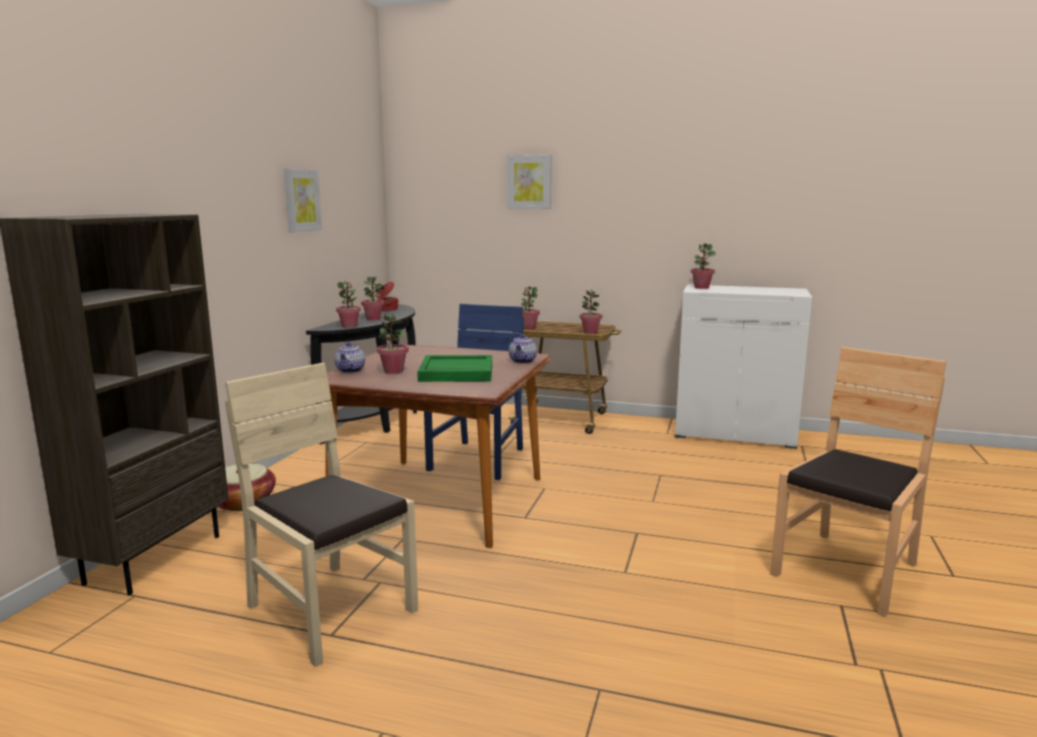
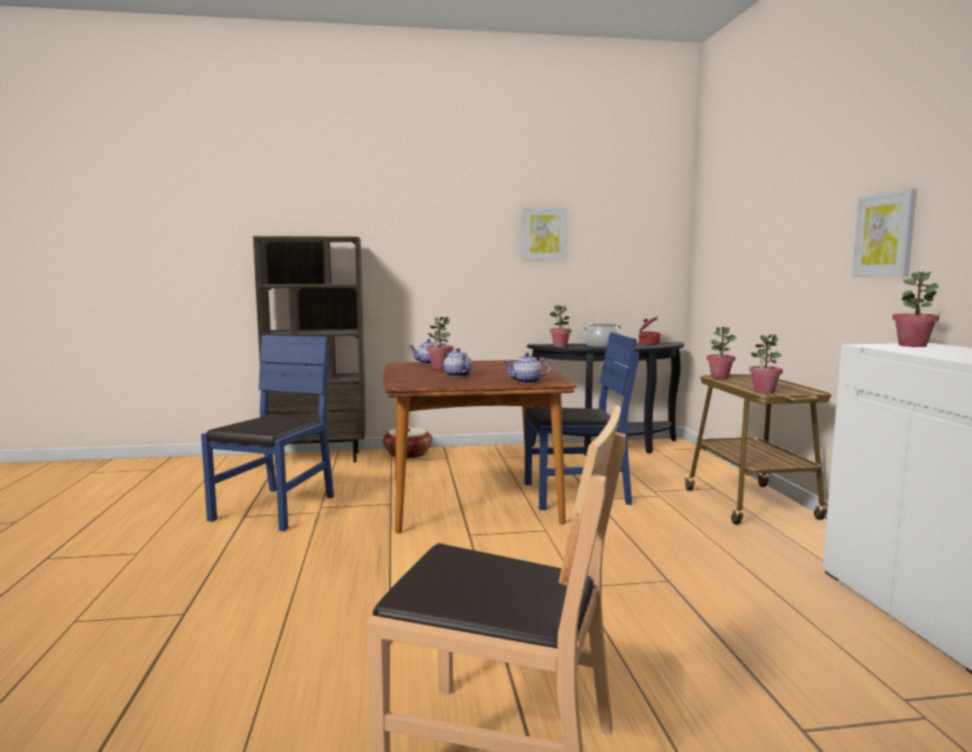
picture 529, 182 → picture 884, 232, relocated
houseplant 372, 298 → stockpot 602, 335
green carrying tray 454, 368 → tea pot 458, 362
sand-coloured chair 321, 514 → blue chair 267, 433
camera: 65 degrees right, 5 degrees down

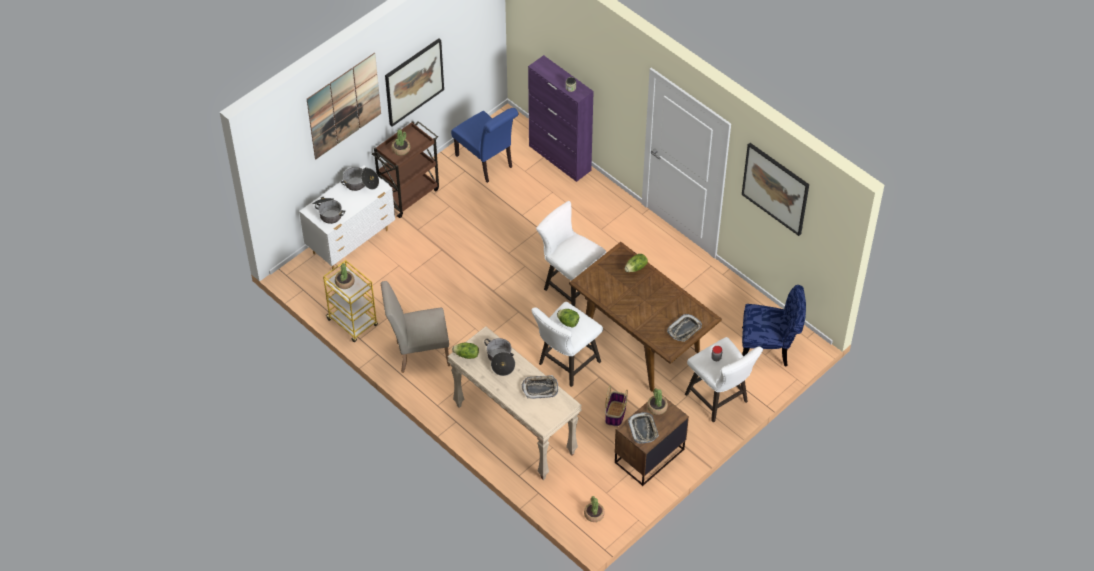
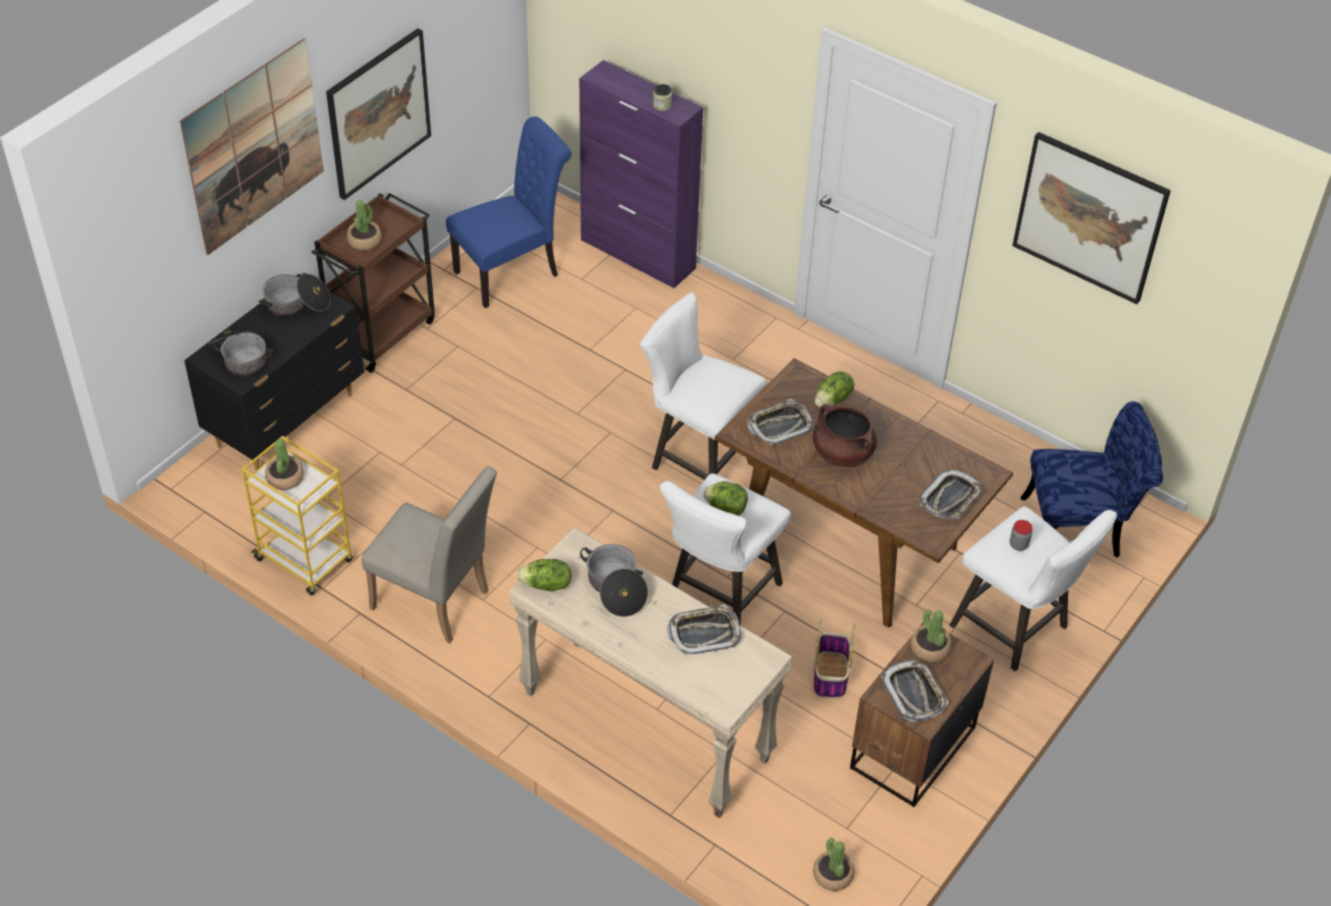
blue chair 485, 145 → blue chair 509, 212, 75 degrees counterclockwise
white chest of drawers 347, 218 → black-coloured chest of drawers 274, 372
sand-coloured chair 415, 327 → sand-coloured chair 429, 554, 135 degrees counterclockwise
- → carrying tray 781, 422
- → brown stockpot 845, 435
camera: 10 degrees left, 5 degrees down

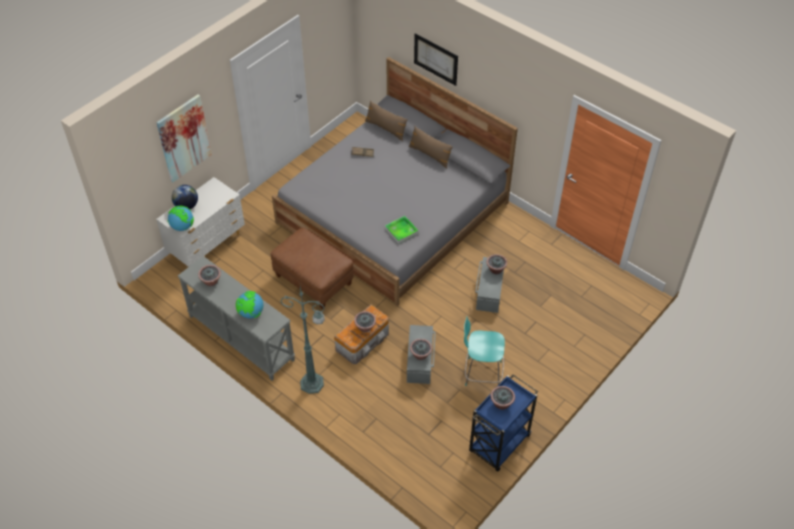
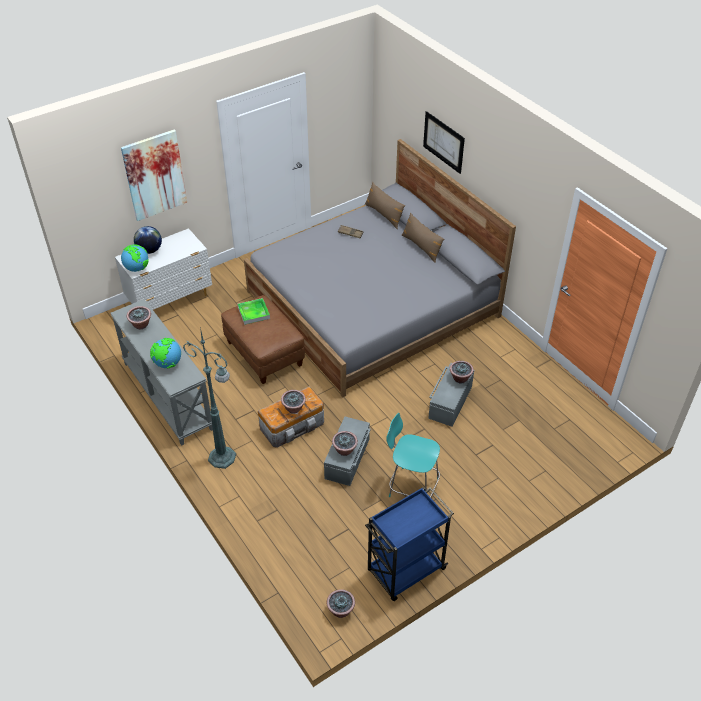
carrying tray 402, 230 → carrying tray 254, 311, relocated
houseplant 503, 398 → houseplant 341, 603, relocated
camera: 15 degrees right, 5 degrees down

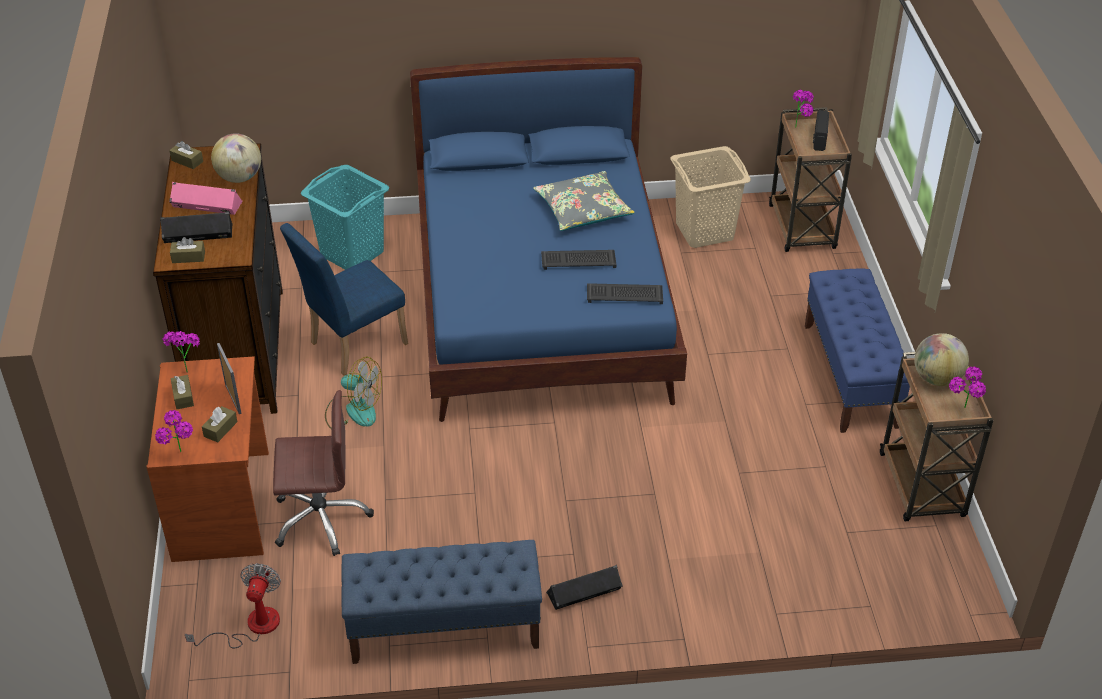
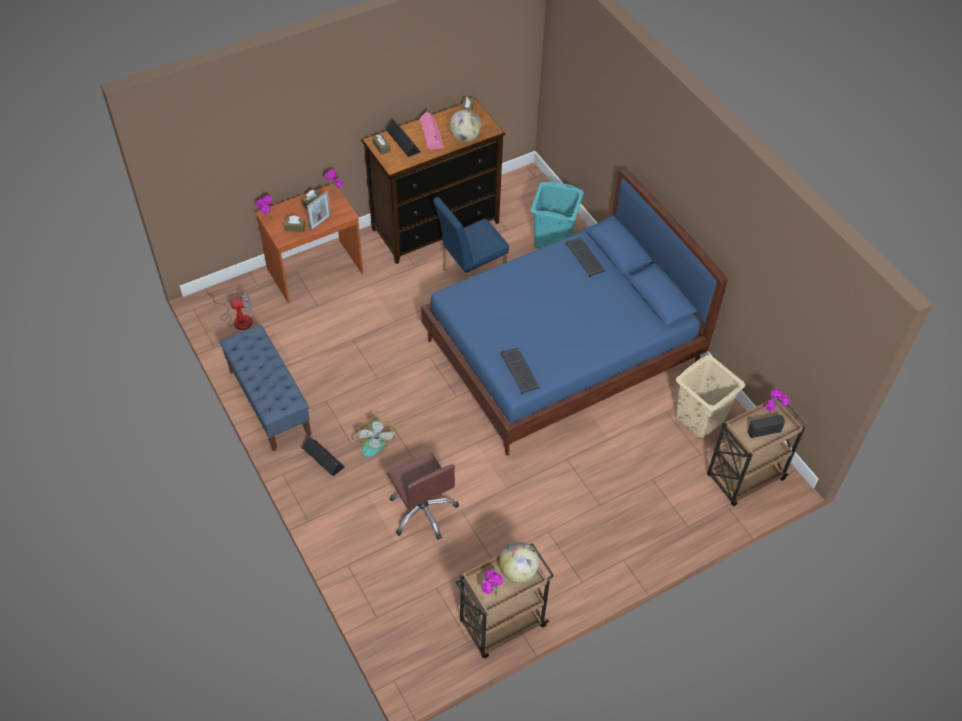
gray pillow 584, 201 → -
blue chair 344, 299 → blue chair 471, 238, 60 degrees counterclockwise
keyboard 579, 260 → keyboard 585, 257, relocated
blue long seat 857, 350 → -
fan 353, 393 → fan 373, 437, relocated
brown office chair 323, 473 → brown office chair 423, 496, relocated
camera: 65 degrees right, 10 degrees up

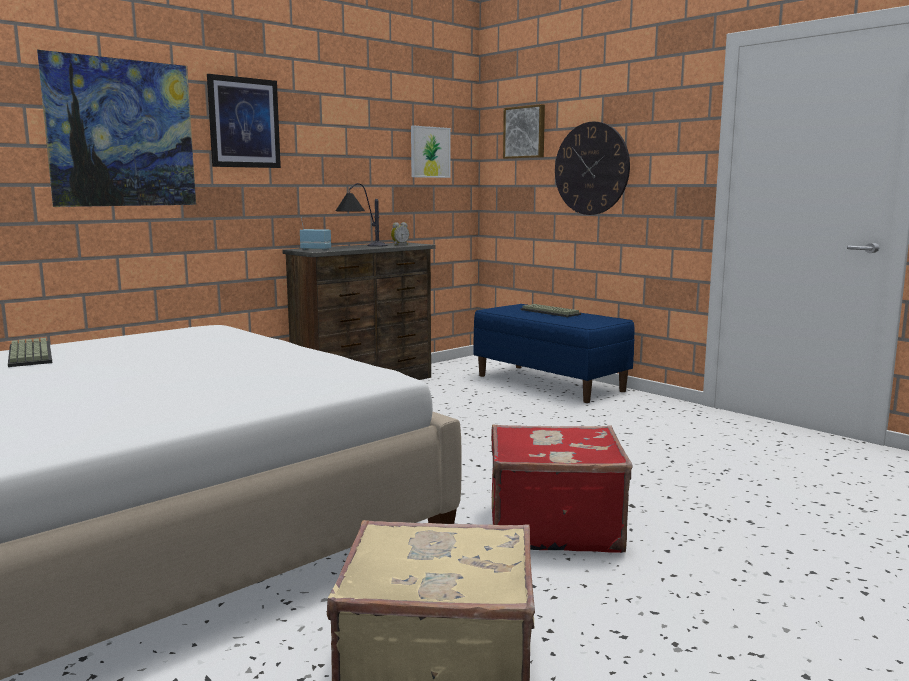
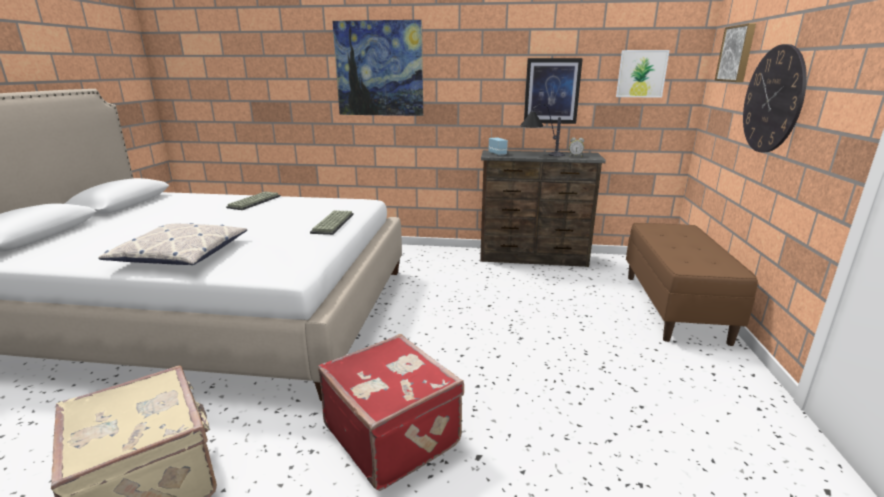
picture 244, 121 → picture 553, 91, relocated
blue long seat 554, 353 → brown long seat 692, 284
keyboard 550, 310 → keyboard 332, 222, relocated
- → pillow 172, 244
camera: 50 degrees right, 10 degrees up

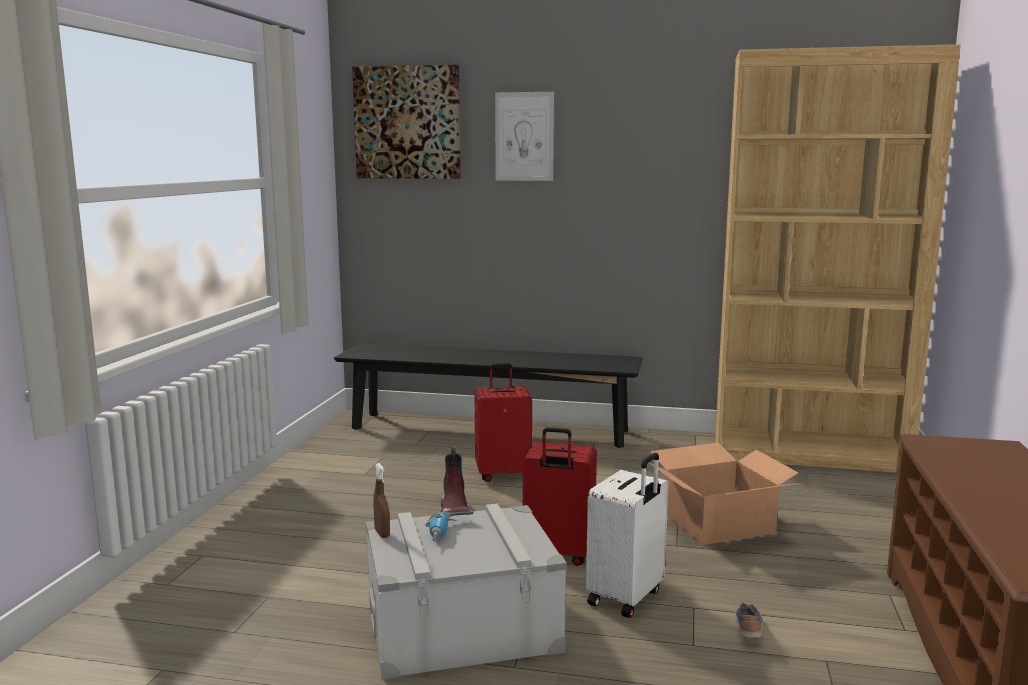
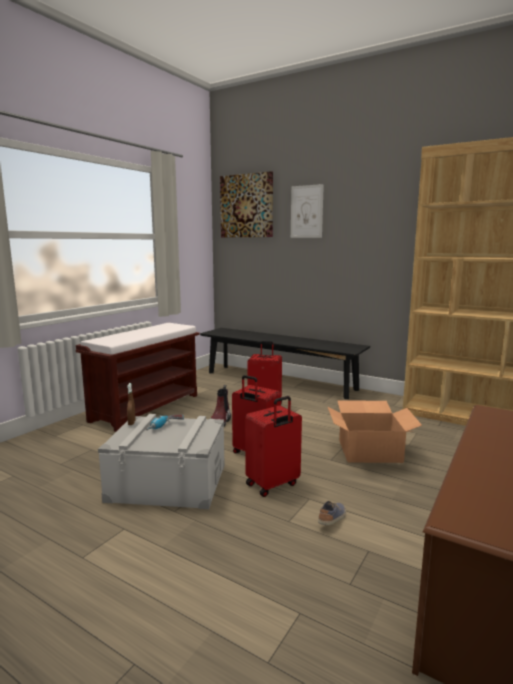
white suitcase 627, 535 → red-coloured suitcase 273, 446
- → brown long seat 138, 377
camera: 20 degrees right, 0 degrees up

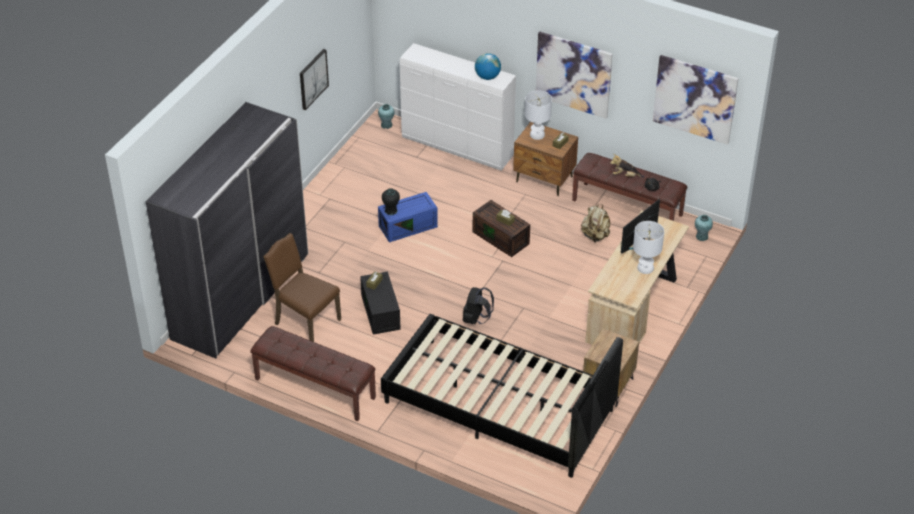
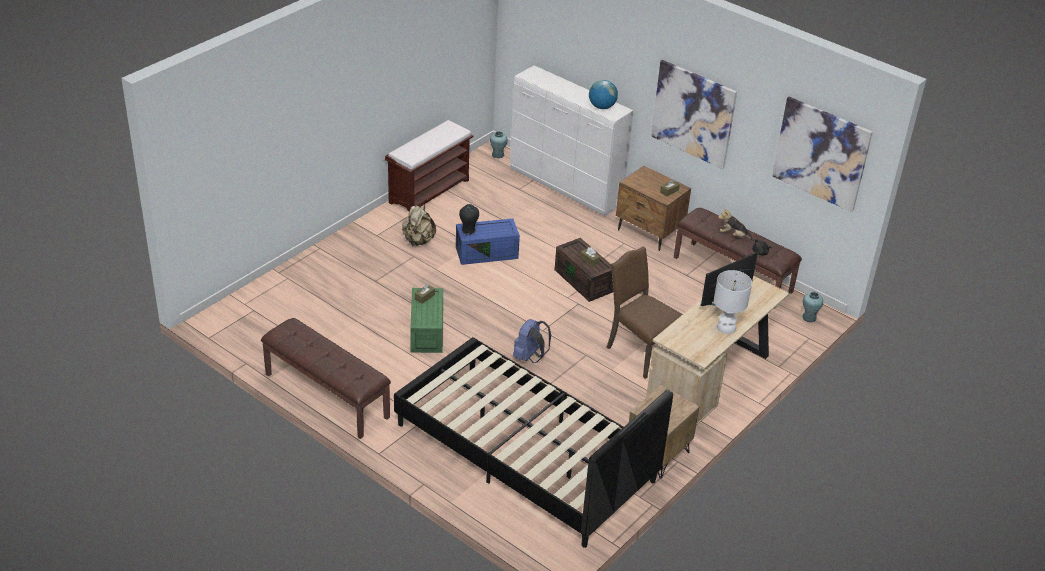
picture 314, 79 → -
white table lamp 538, 115 → -
gray clothes cupboard 227, 230 → -
sand-coloured rucksack 595, 223 → sand-coloured rucksack 419, 225, relocated
brown chair 302, 287 → brown chair 644, 313, relocated
black-coloured storage bin 380, 303 → green storage bin 426, 320
black-coloured rucksack 478, 305 → blue rucksack 532, 341
- → brown long seat 429, 165
camera: 10 degrees right, 5 degrees down

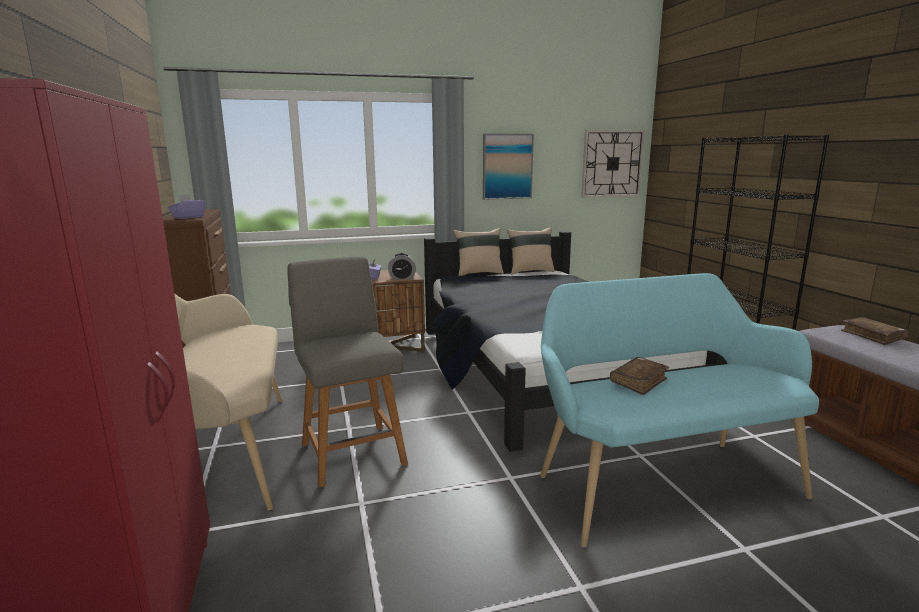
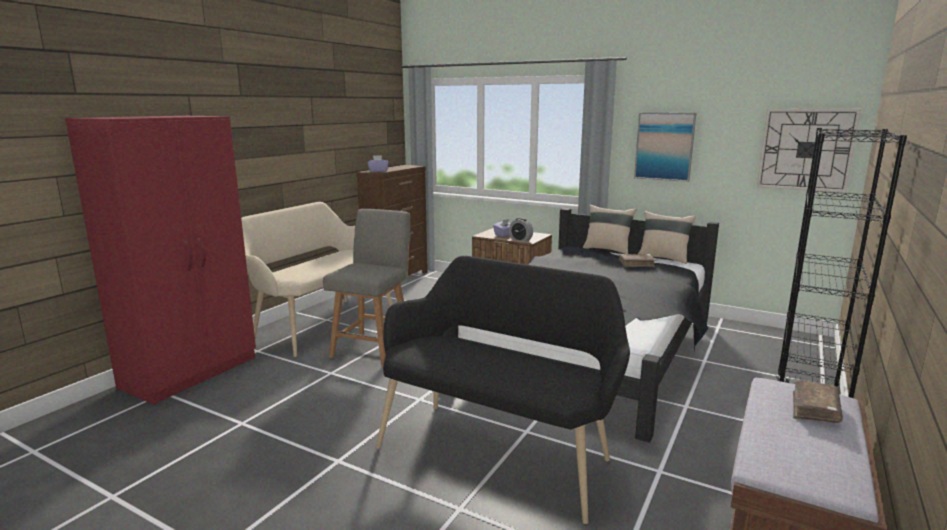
turquoise-coloured long seat 679, 410 → black-coloured long seat 503, 390
brown bound book 639, 376 → brown bound book 637, 260, relocated
camera: 45 degrees right, 0 degrees up

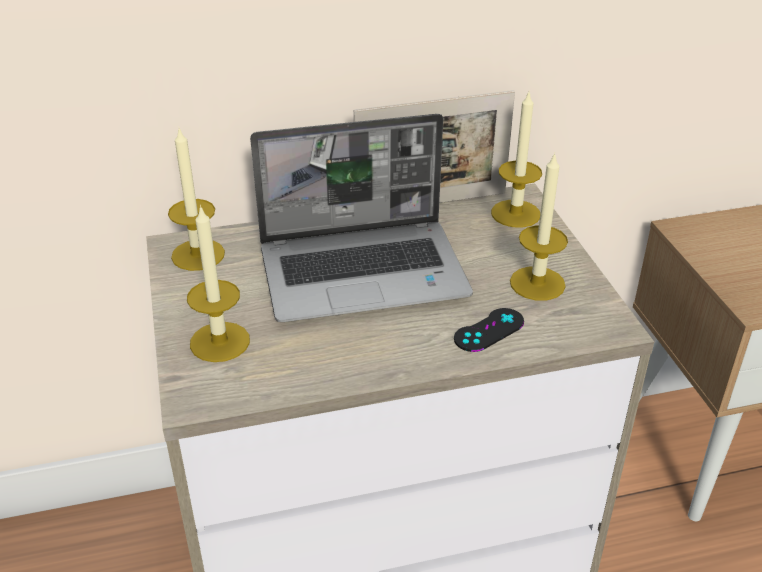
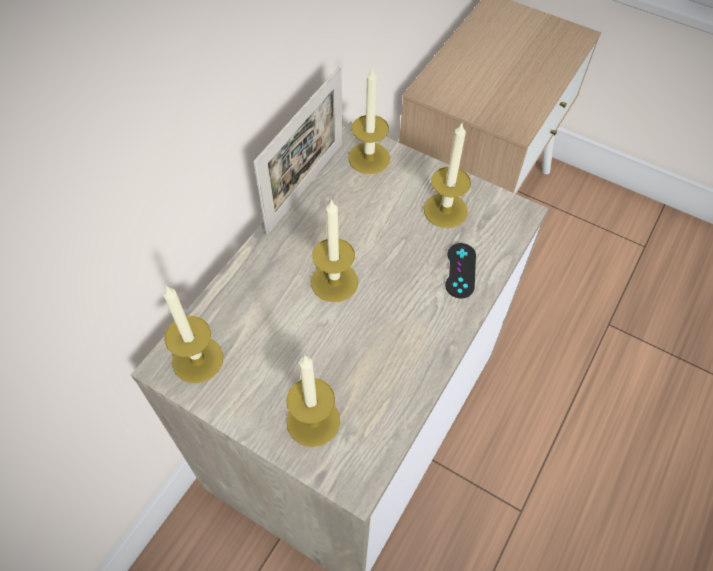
notebook computer 361, 218 → wax candle 334, 250
camera: 45 degrees left, 20 degrees up

